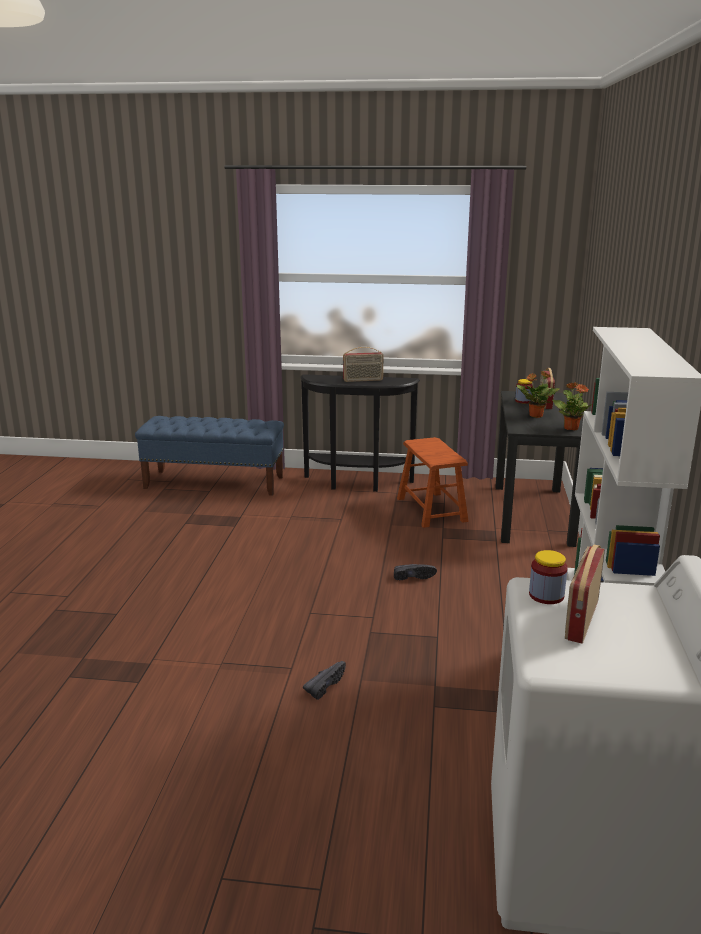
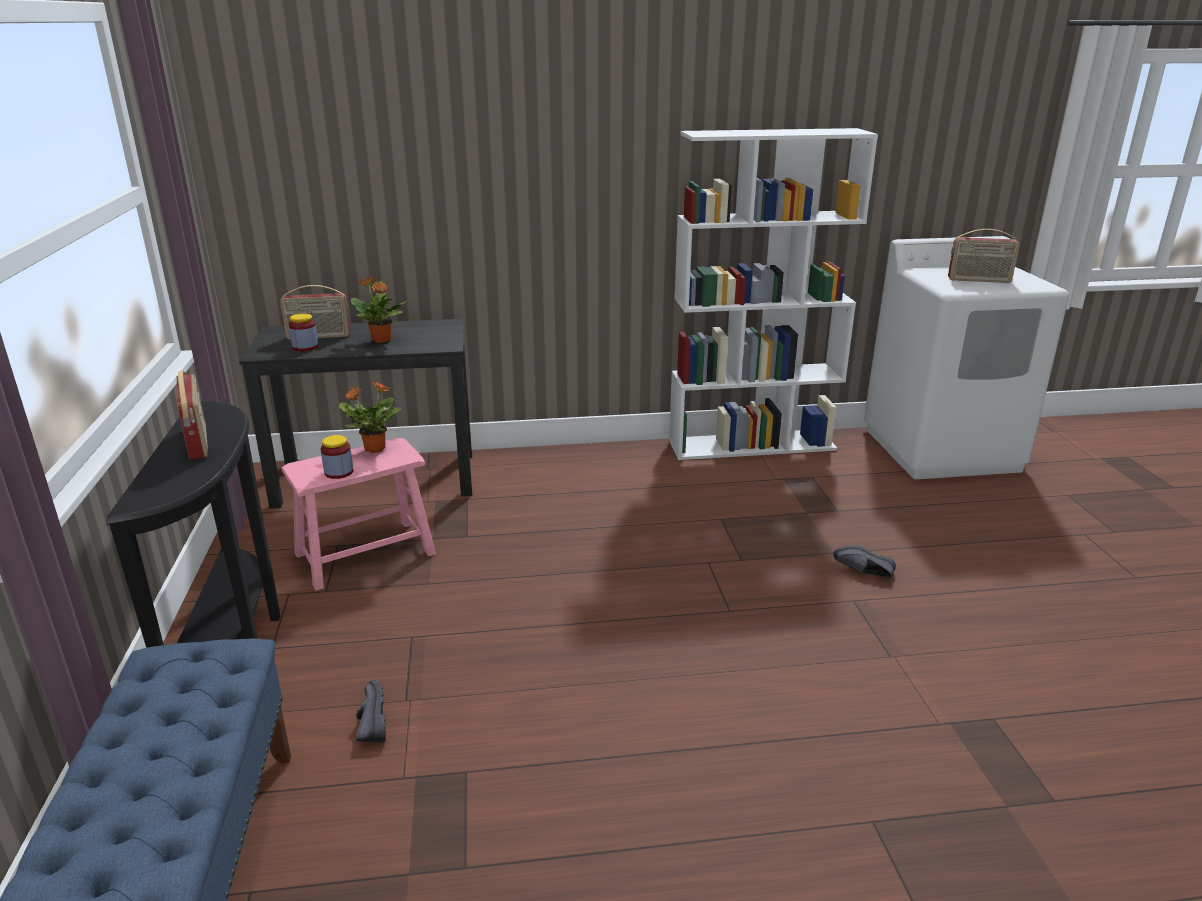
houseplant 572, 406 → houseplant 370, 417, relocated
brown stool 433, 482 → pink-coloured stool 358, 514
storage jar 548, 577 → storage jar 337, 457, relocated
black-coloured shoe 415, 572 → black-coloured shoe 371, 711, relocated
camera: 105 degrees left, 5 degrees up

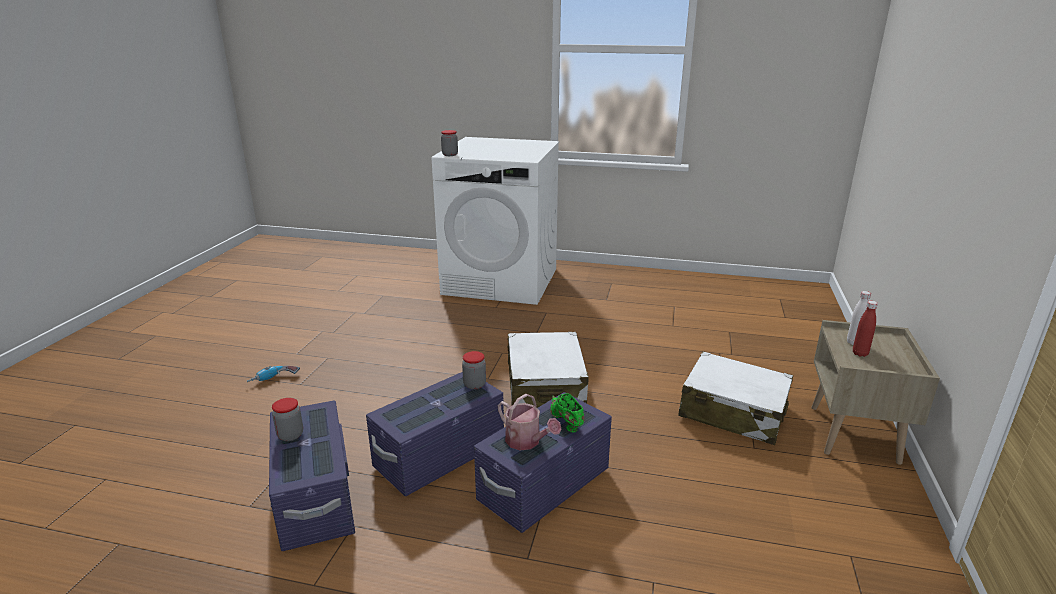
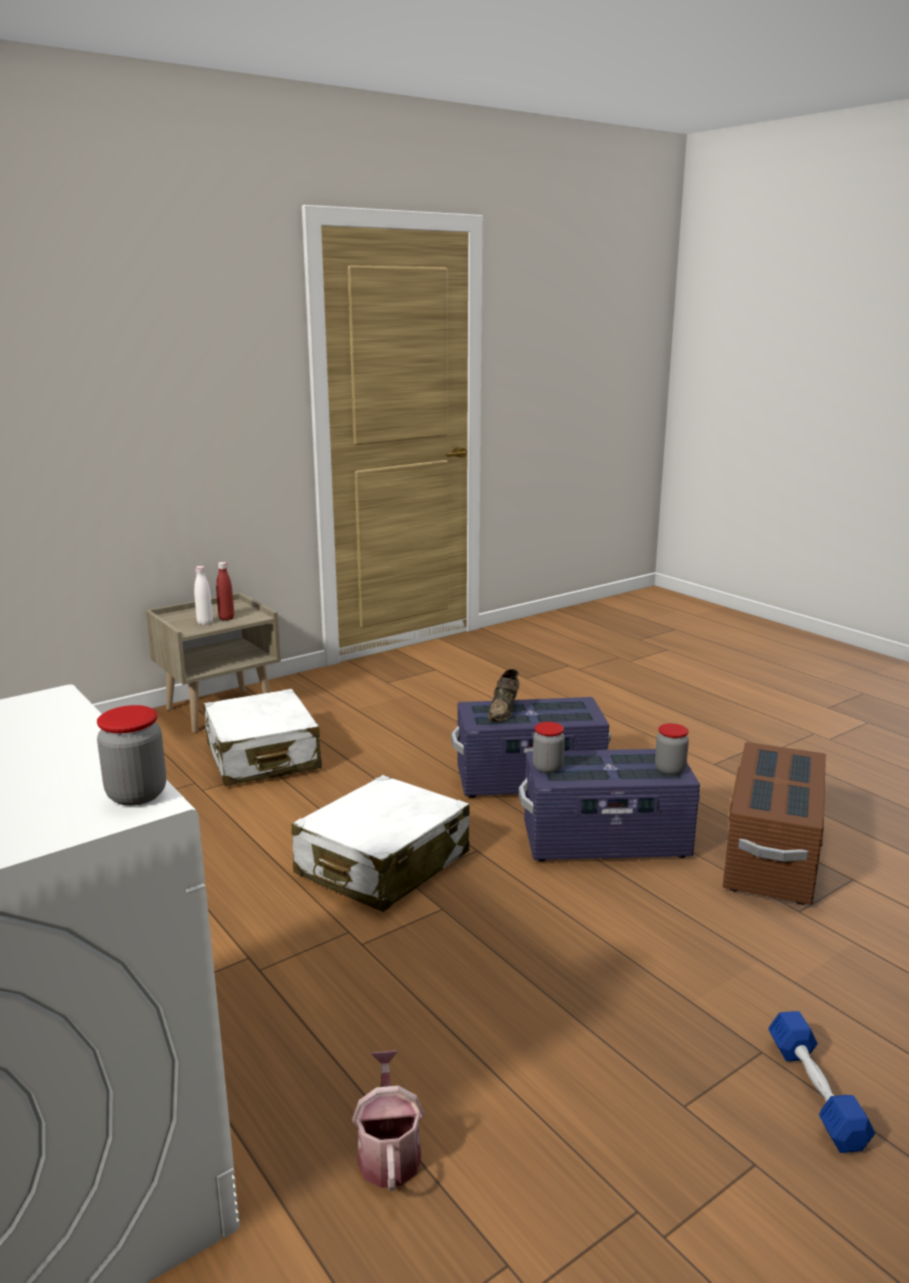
drill 273, 374 → blue dumbbell 822, 1082
green shoe 567, 413 → brown shoe 504, 695
watering can 530, 422 → watering can 388, 1120, relocated
storage jar 287, 419 → storage jar 672, 749, relocated
purplish storage bin 312, 475 → brown storage bin 774, 823
camera: 140 degrees left, 5 degrees down

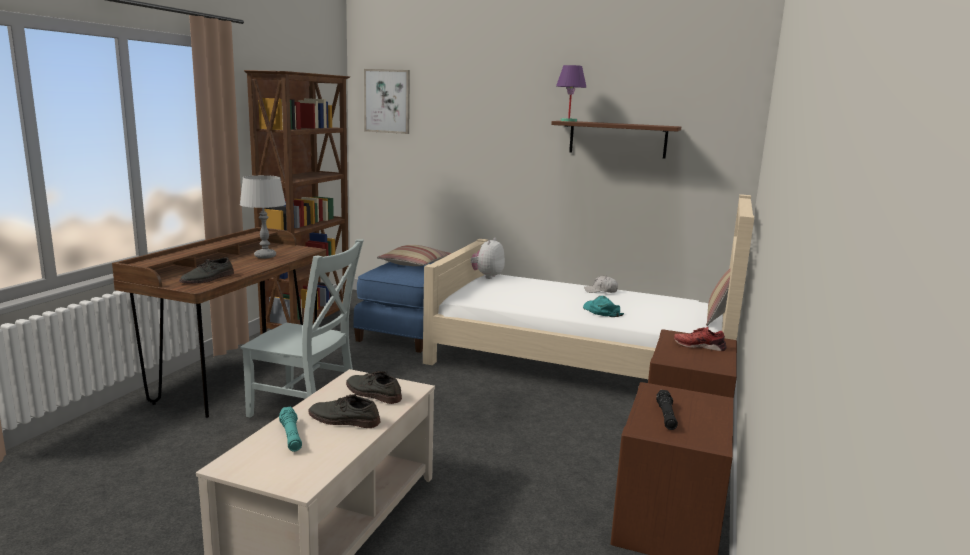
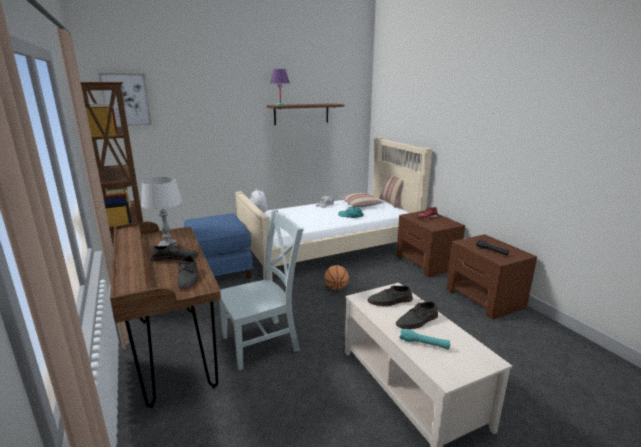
pillow 414, 255 → pillow 361, 200, relocated
- → gray shoe 174, 252
- → basketball ball 336, 277
camera: 45 degrees left, 5 degrees up

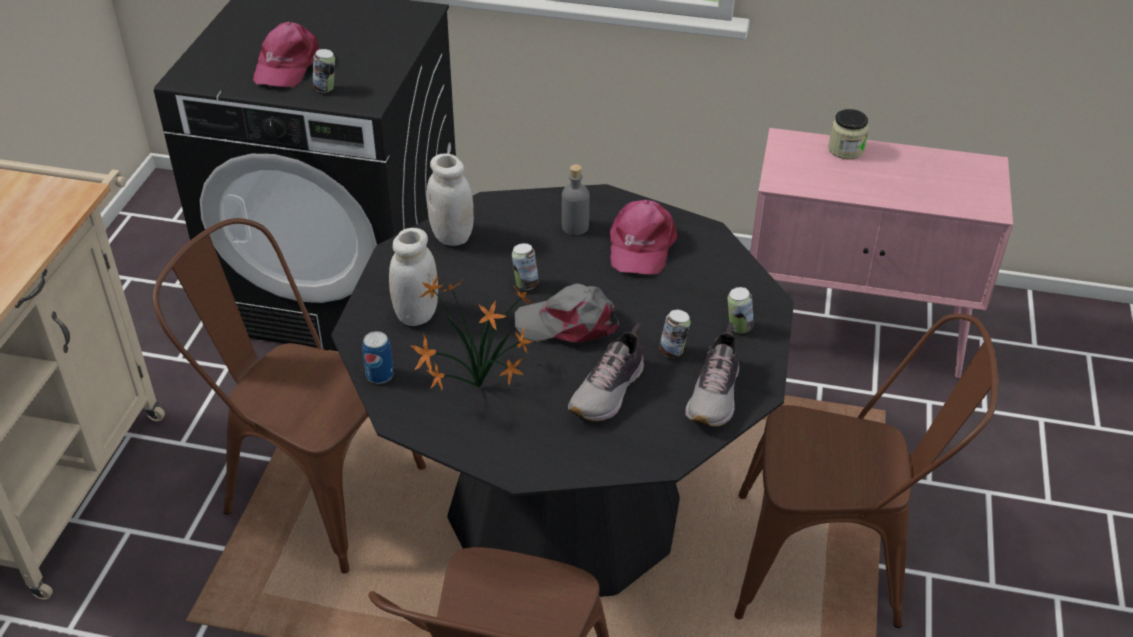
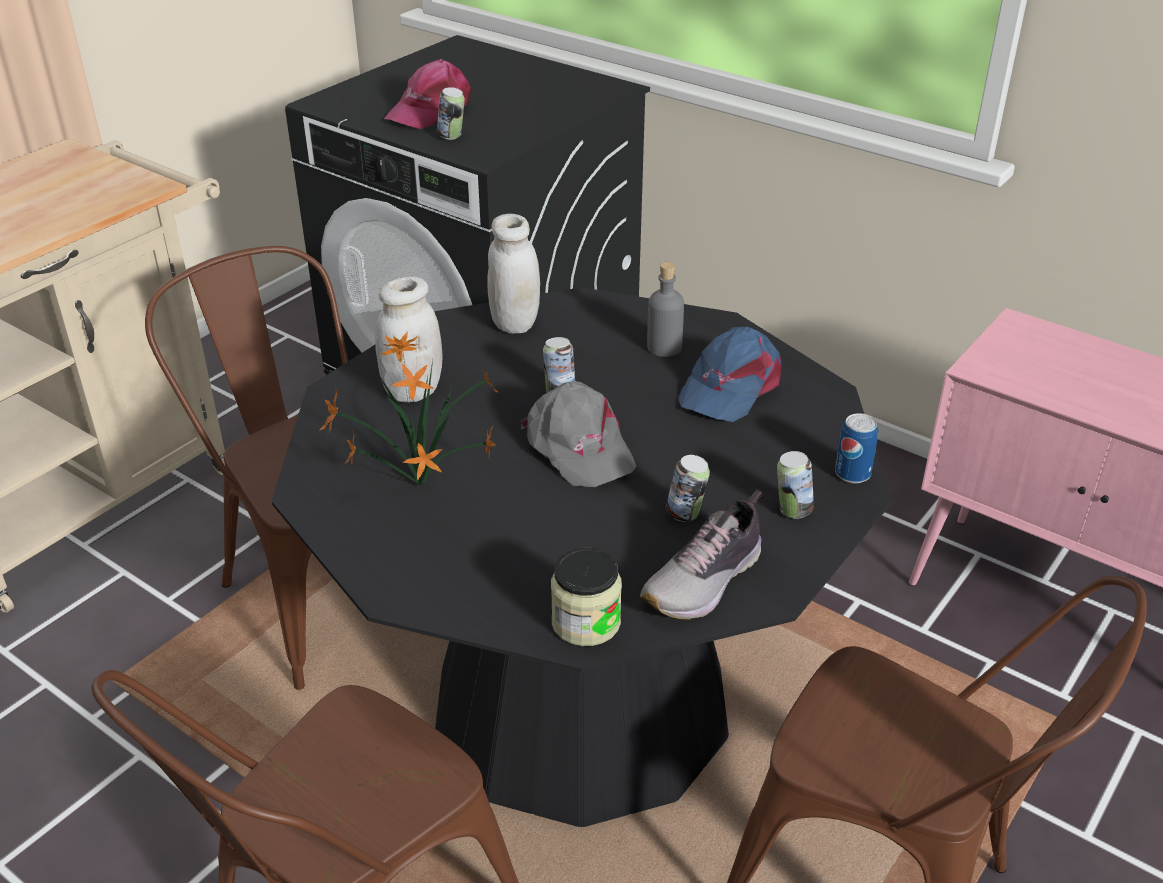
storage jar 848, 134 → storage jar 586, 597, relocated
pink-coloured cap 644, 237 → blue cap 729, 374
gray cap 567, 313 → gray cap 578, 434, 150 degrees counterclockwise
shoe 606, 372 → -
sealed can 378, 357 → sealed can 856, 448, relocated
camera: 25 degrees right, 5 degrees down

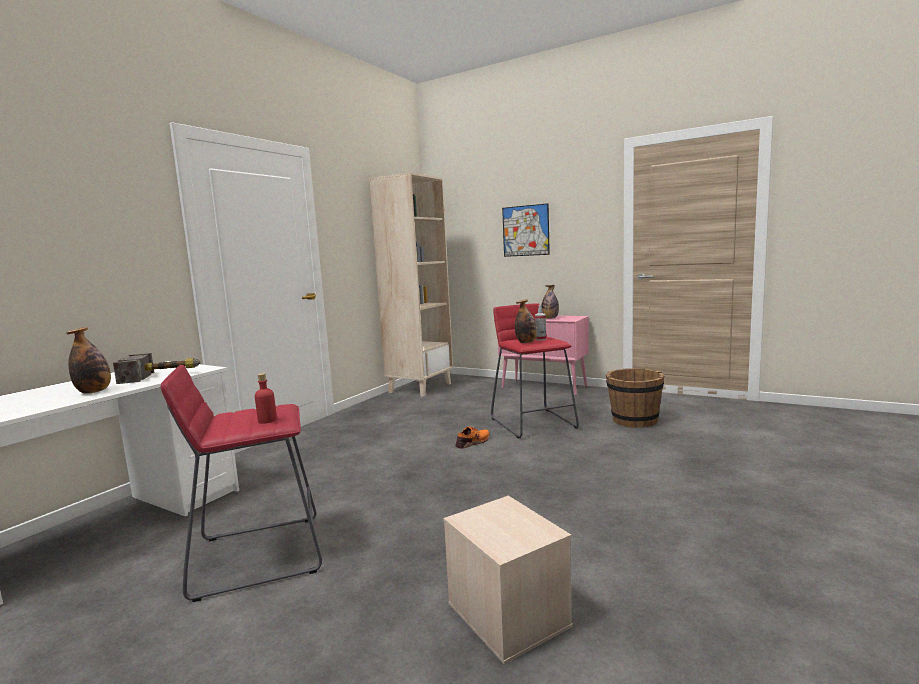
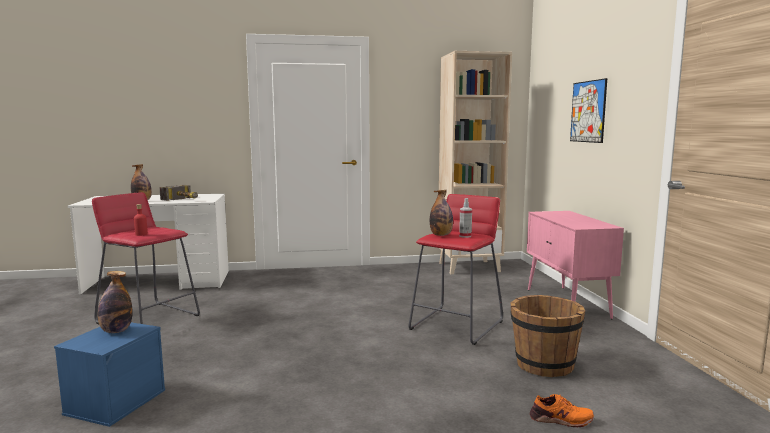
beverage bottle 550, 302 → beverage bottle 115, 302, relocated
orange shoe 472, 438 → orange shoe 562, 410, relocated
sand-coloured storage bin 508, 580 → blue storage bin 109, 374
camera: 50 degrees right, 0 degrees up

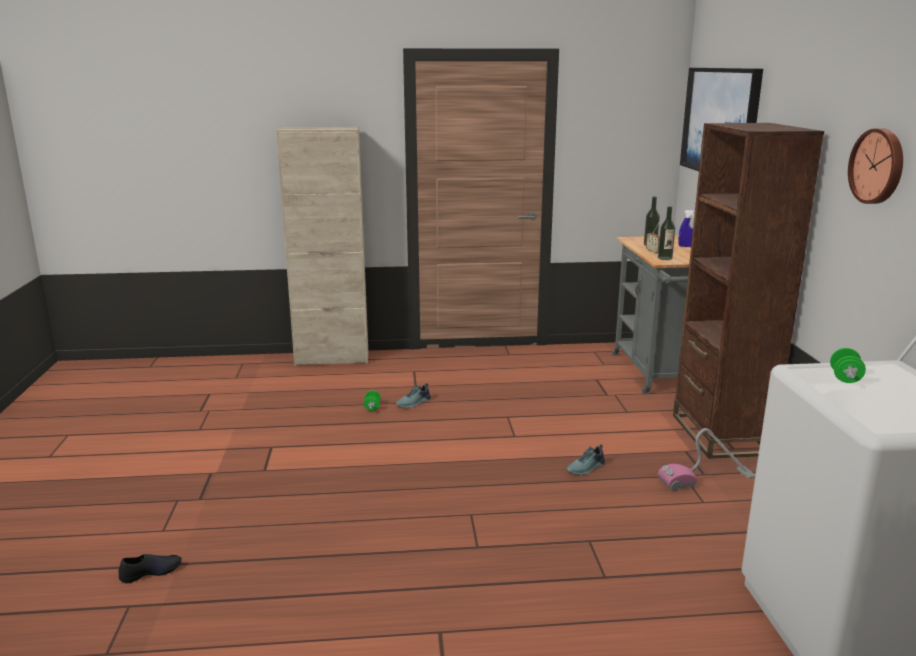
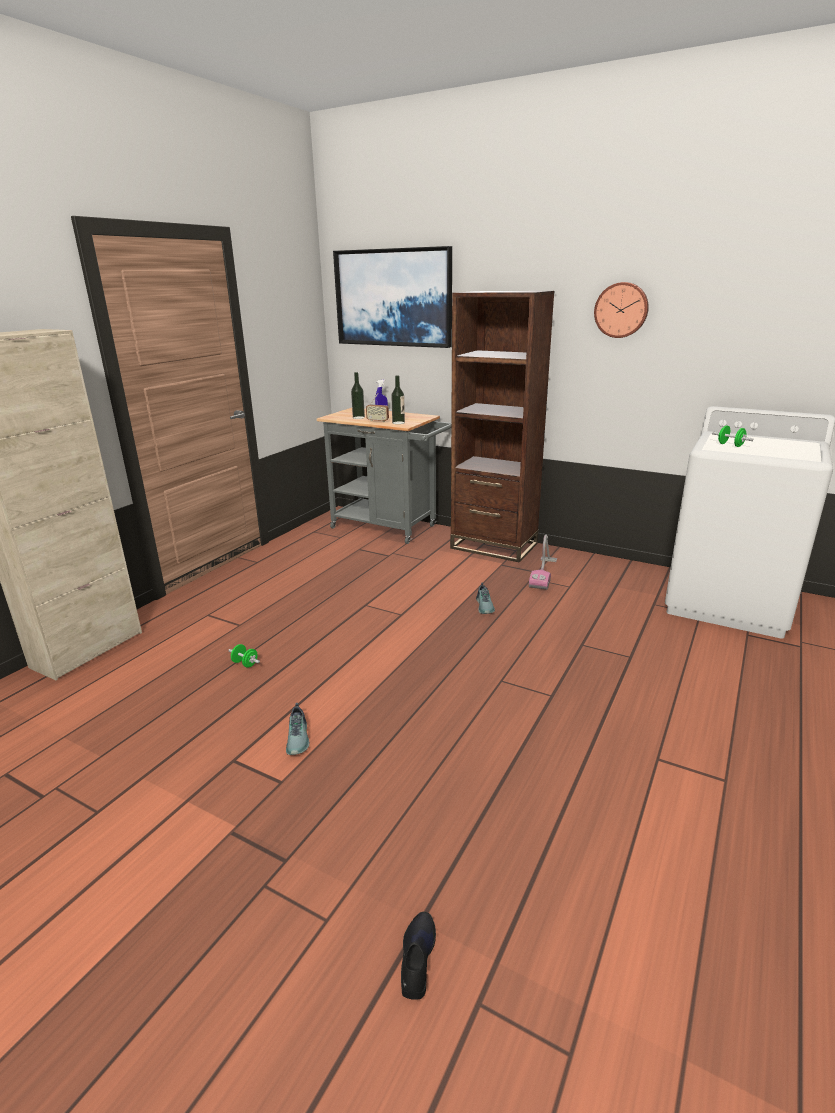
shoe 413, 395 → shoe 298, 729, relocated
camera: 55 degrees left, 5 degrees up

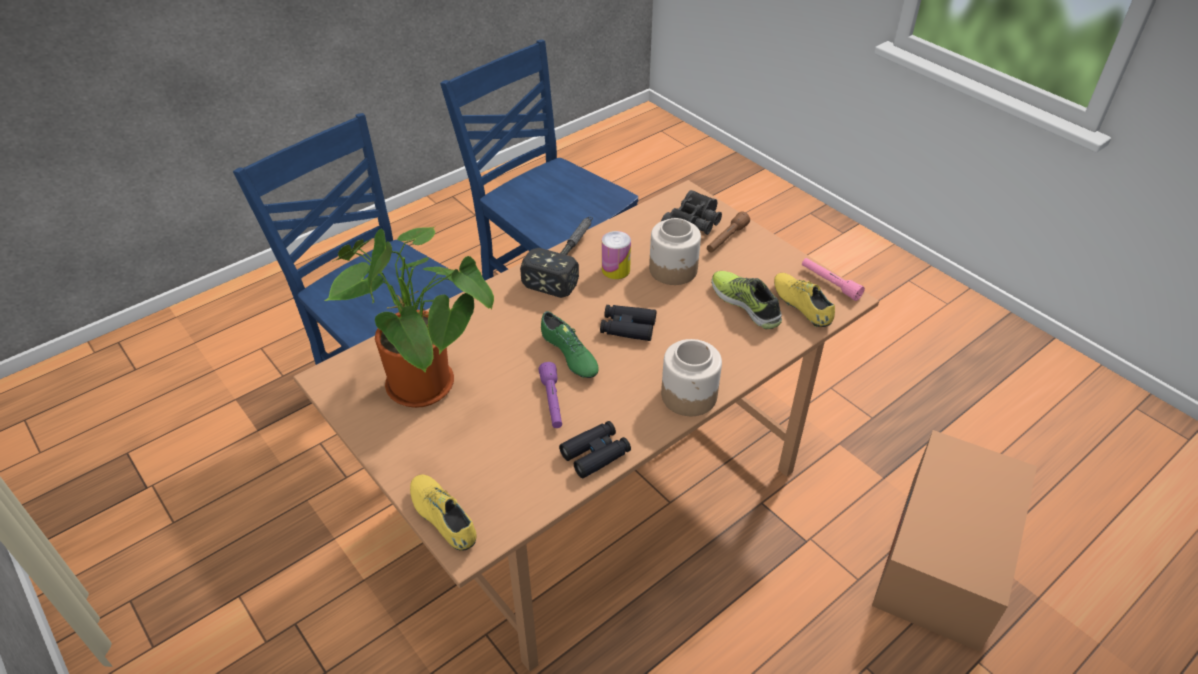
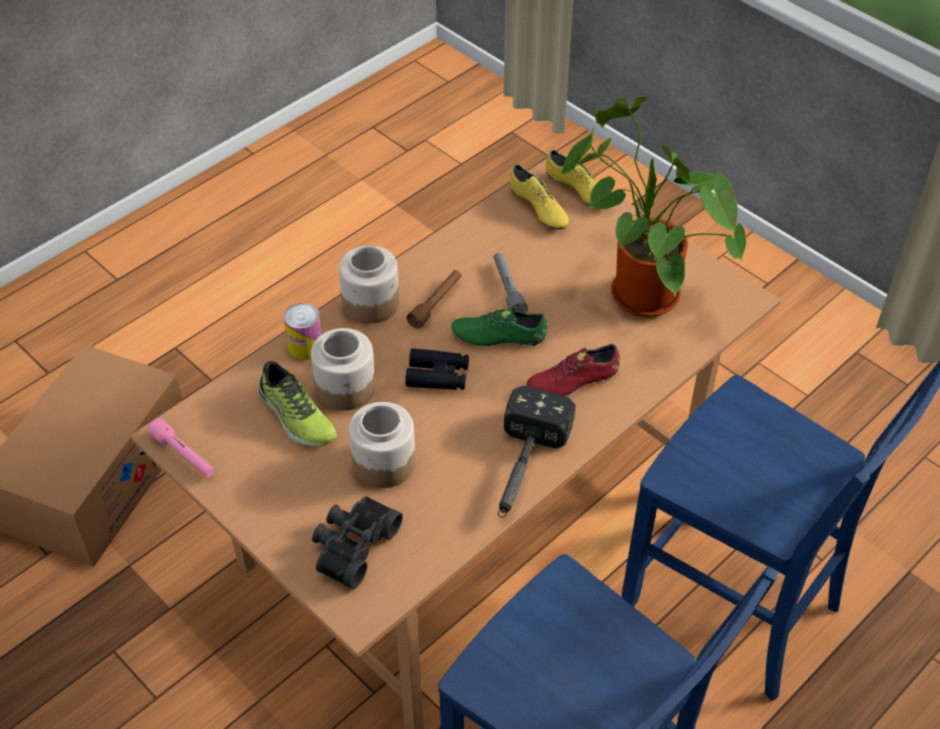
brown hand torch 728, 232 → brown hand torch 433, 299, relocated
sealed can 616, 255 → sealed can 303, 331, relocated
yellowish shoe 804, 300 → yellowish shoe 539, 197, relocated
green shoe 570, 344 → green shoe 499, 327, 45 degrees counterclockwise
purplish hand torch 550, 395 → gray hand torch 510, 283
black-coloured pair of binoculars 595, 449 → -
- → storage jar 343, 369
- → red-coloured shoe 573, 370
camera: 175 degrees right, 5 degrees up

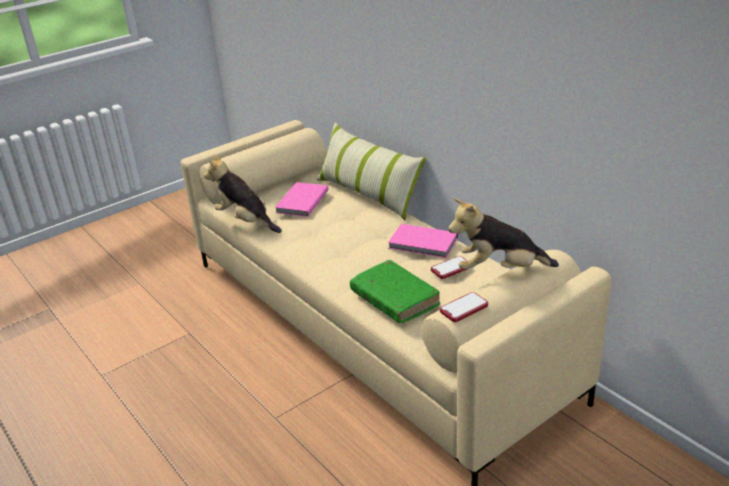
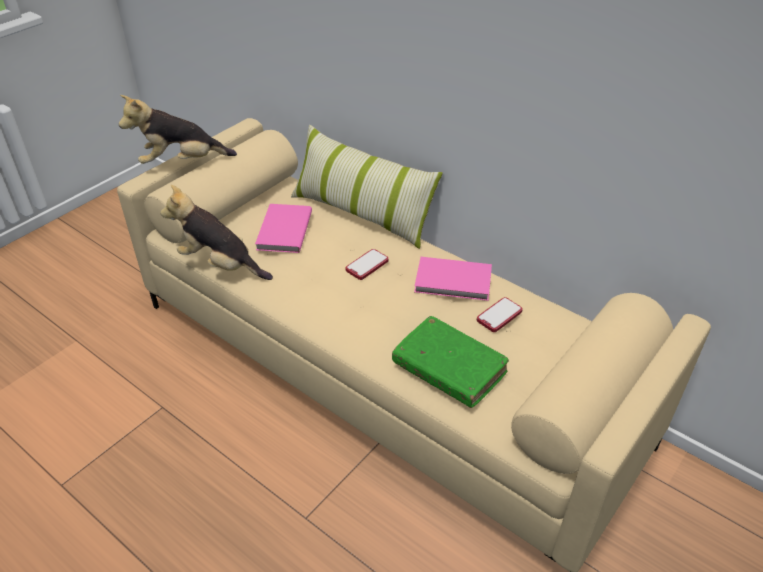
soft toy 503, 233 → soft toy 178, 129, relocated
phone 464, 307 → phone 367, 264, relocated
camera: 15 degrees left, 10 degrees up

